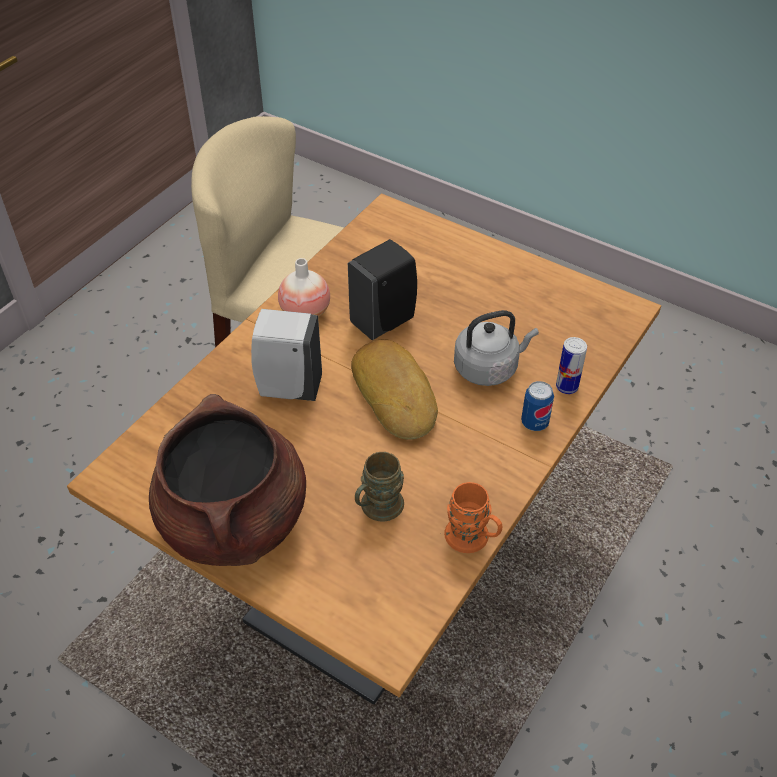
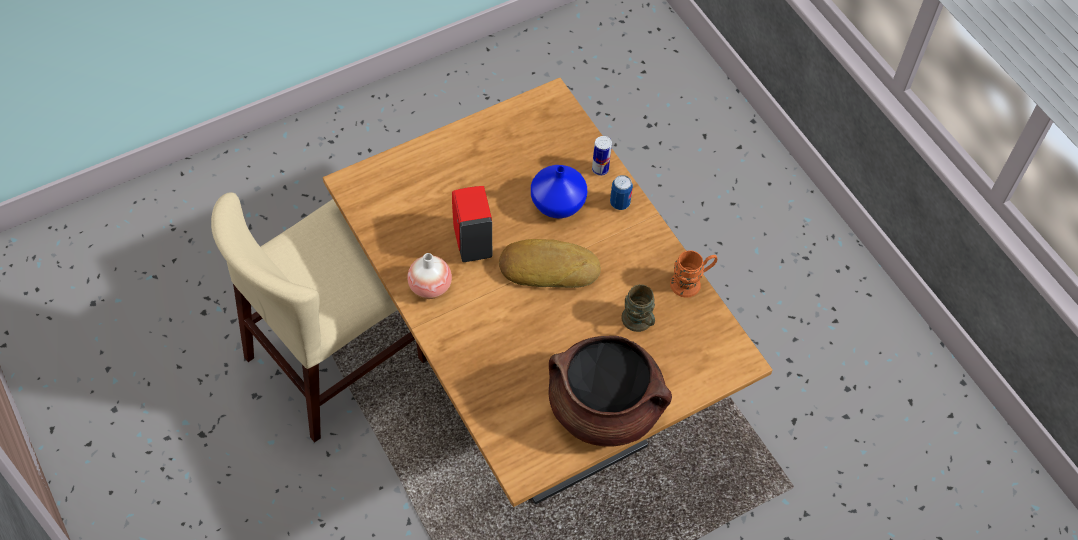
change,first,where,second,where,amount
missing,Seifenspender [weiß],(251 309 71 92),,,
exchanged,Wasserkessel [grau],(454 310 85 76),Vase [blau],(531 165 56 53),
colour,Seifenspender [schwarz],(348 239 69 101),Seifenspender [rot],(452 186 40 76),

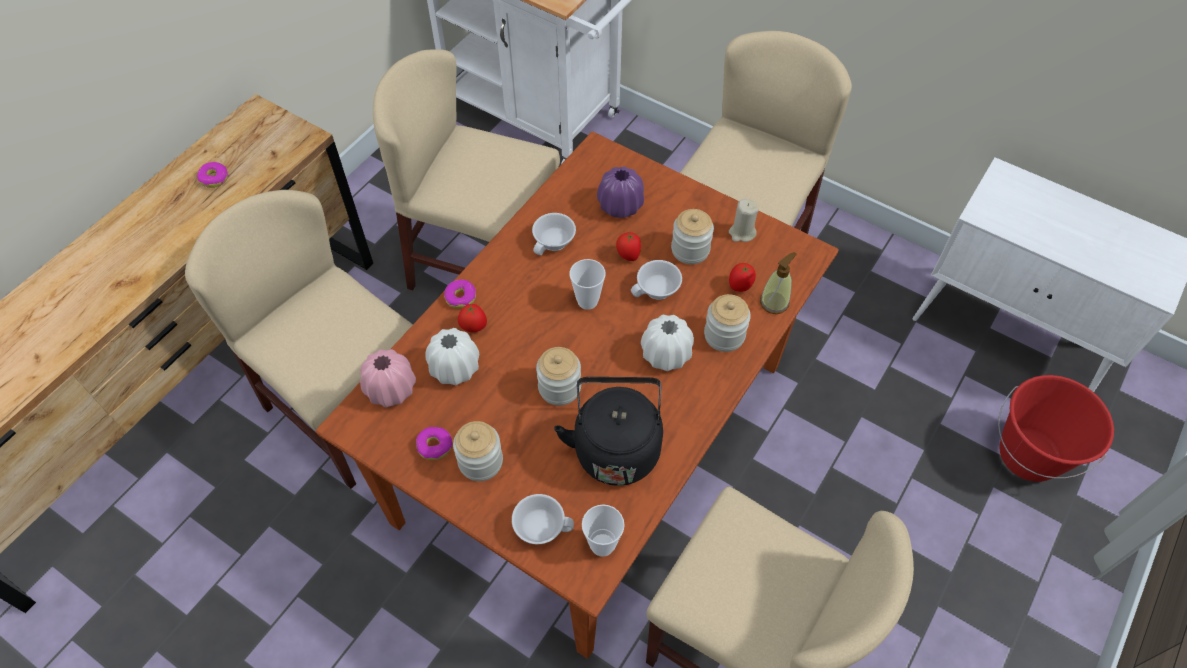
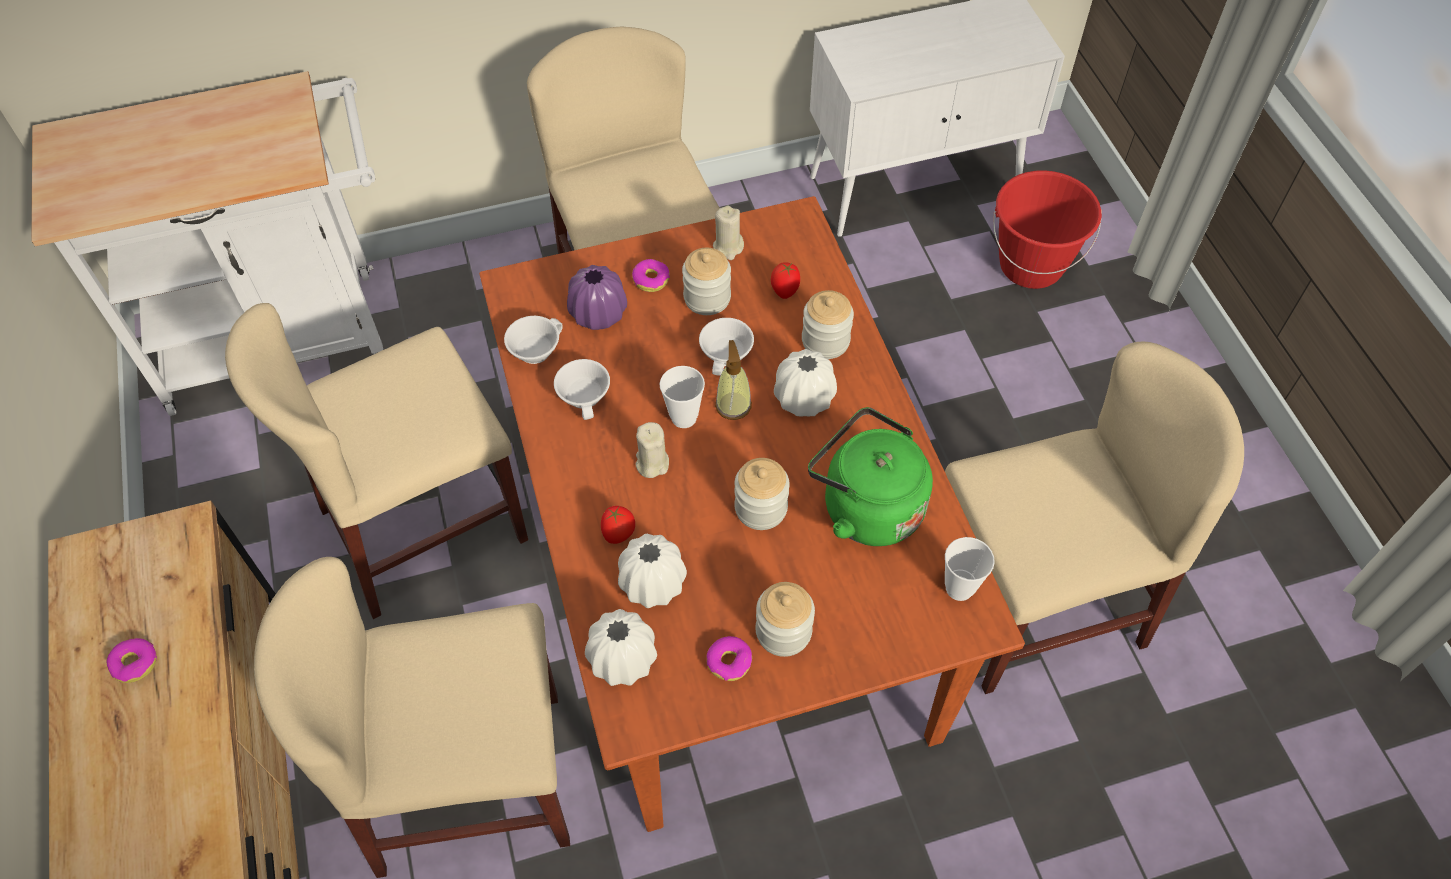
change,first,where,second,where,amount
missing,Tomate,(616 232 25 29),,,
appeared,,,Kerze [beige],(636 422 33 56),
relocated,Donut,(444 280 32 29),,(632 259 38 33),
relocated,Tasse [weiß],(512 494 62 50),,(504 316 59 48),
relocated,Seifenspender,(760 252 37 62),,(715 340 37 80),
colour,Vase [rosa],(360 349 56 58),Vase [weiß],(585 609 72 77),
colour,Wasserkessel [schwarz],(554 377 109 109),Wasserkessel [grün],(808 407 125 139),

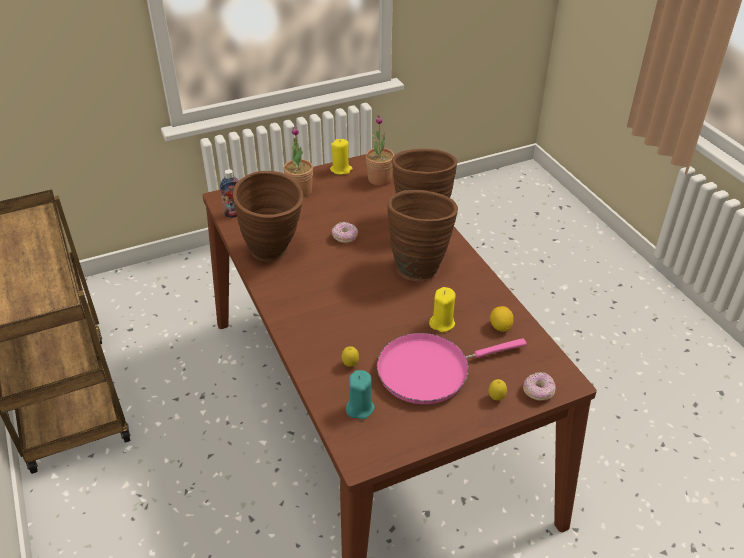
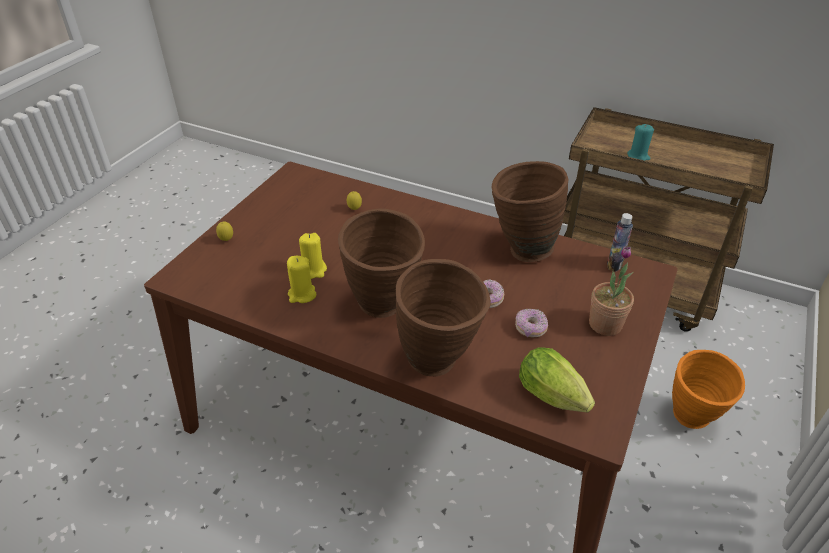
change,first,where,second,where,amount
missing,Pfanne [rosa],(377 333 150 71),,,
missing,Zitrone,(490 306 24 26),,,
appeared,,,Vase [orange],(672 350 73 79),
relocated,Kerze [gelb],(330 139 23 36),,(287 256 29 47),
relocated,Kerze [türkis],(346 370 28 49),,(627 124 27 37),
relocated,Donut,(523 372 33 28),,(515 309 33 29),
exchanged,Topfpflanze,(366 115 28 71),Salatkopf,(519 347 76 65),

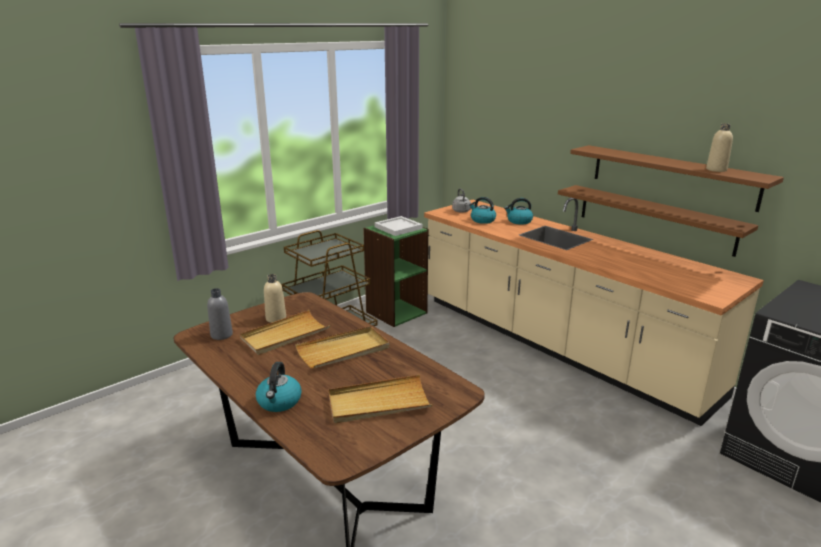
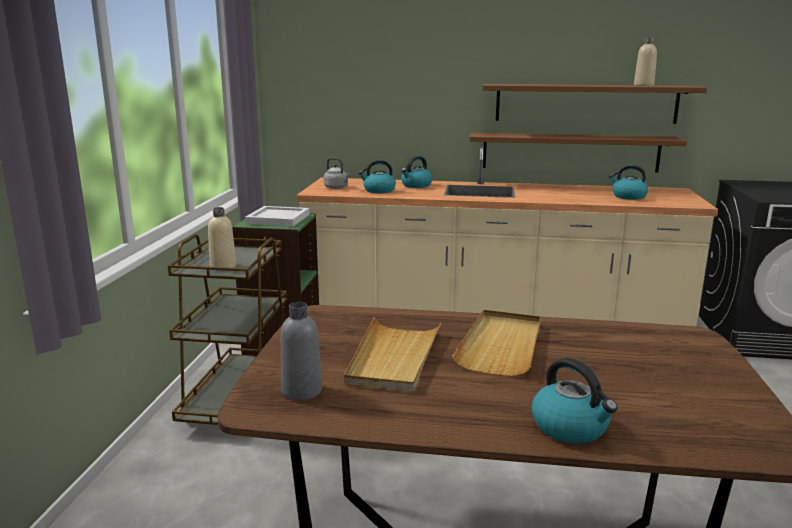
change,first,where,second,where,amount
missing,Tablett [beige],(329 374 104 49),,,
appeared,,,Wasserkessel,(609 165 39 35),
relocated,Flasche [beige],(264 274 22 49),,(208 207 28 61),

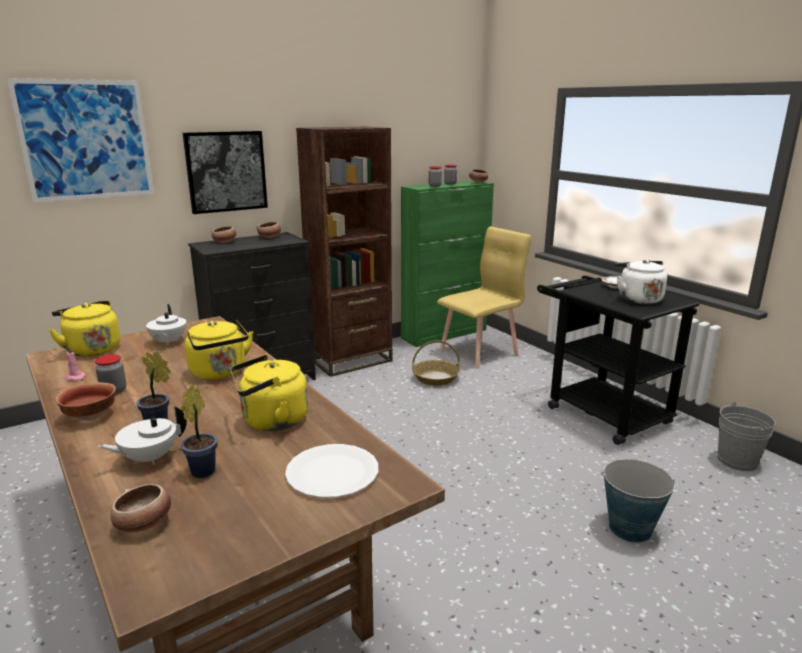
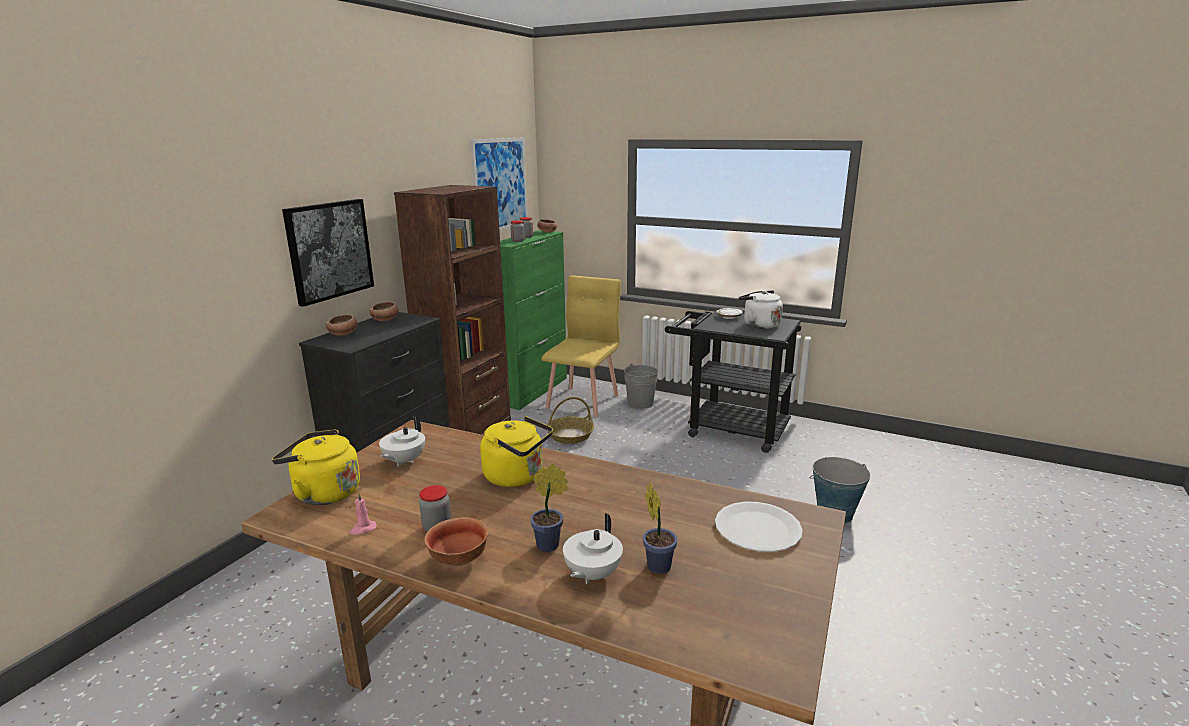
change,first,where,second,where,amount
missing,Schüssel,(111 484 60 49),,,
missing,Wasserkessel [gelb],(230 355 78 76),,,
relocated,Bild,(7 78 147 125),,(471 137 57 94),
relocated,Eimer [grau],(717 402 59 69),,(624 363 34 46),
spun,Teekanne [weiß],(146 304 40 42),,(379 416 46 51),60 degrees clockwise

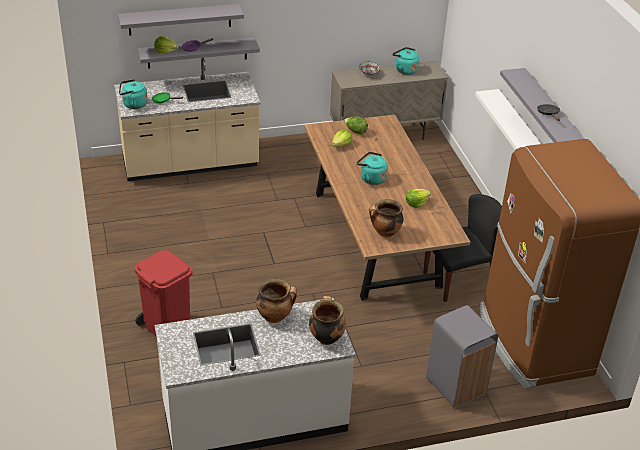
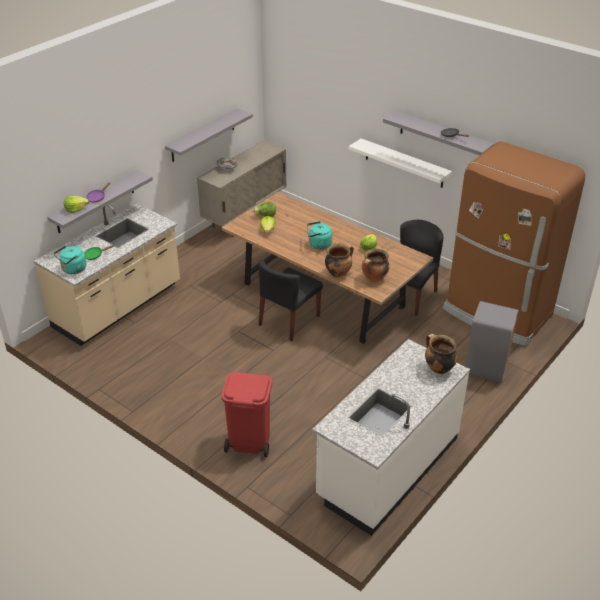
change,first,where,second,where,amount
missing,Wasserkessel [türkis],(392 47 27 28),,,
appeared,,,Stuhl [schwarz],(259 259 64 82),
relocated,Wandregal [grau],(118 4 126 32),,(165 108 88 54),
relocated,Kochtopf,(256 279 41 44),,(325 243 29 35),

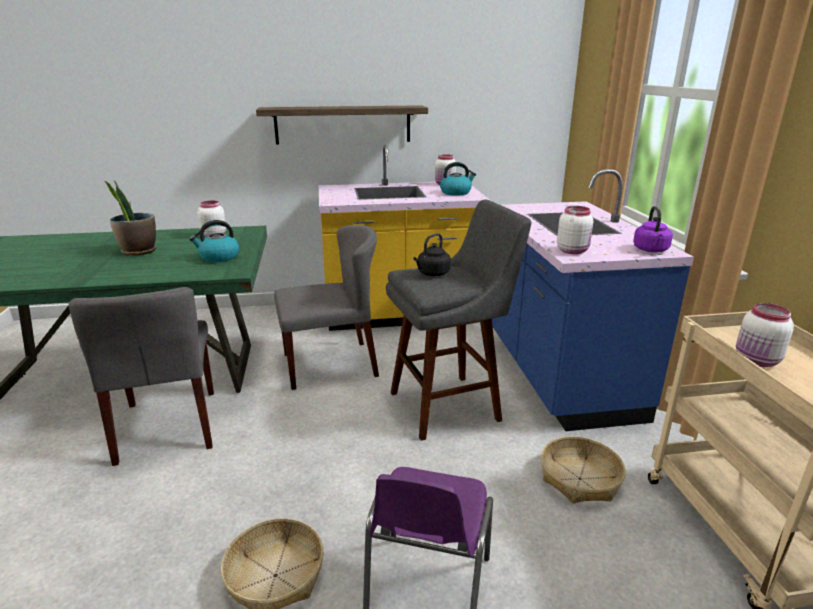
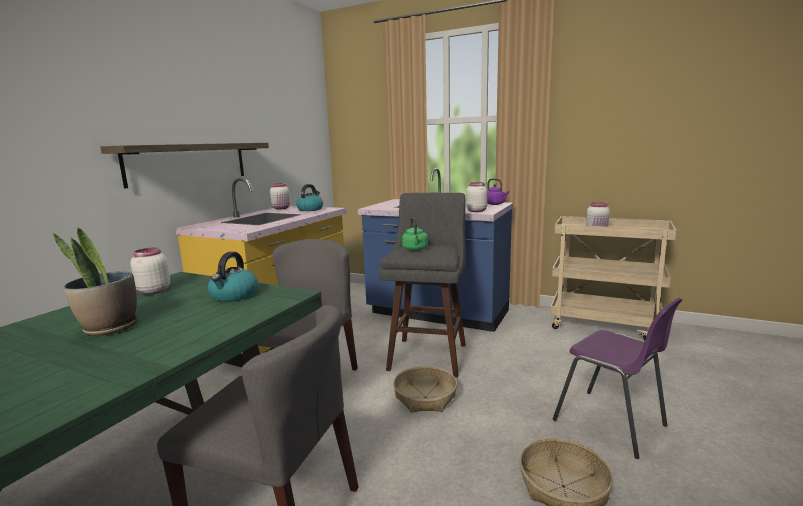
change,first,where,second,where,amount
relocated,Korb,(541 436 85 67),,(393 366 64 47),
colour,Wasserkessel [schwarz],(413 233 38 43),Wasserkessel [grün],(402 217 26 34),

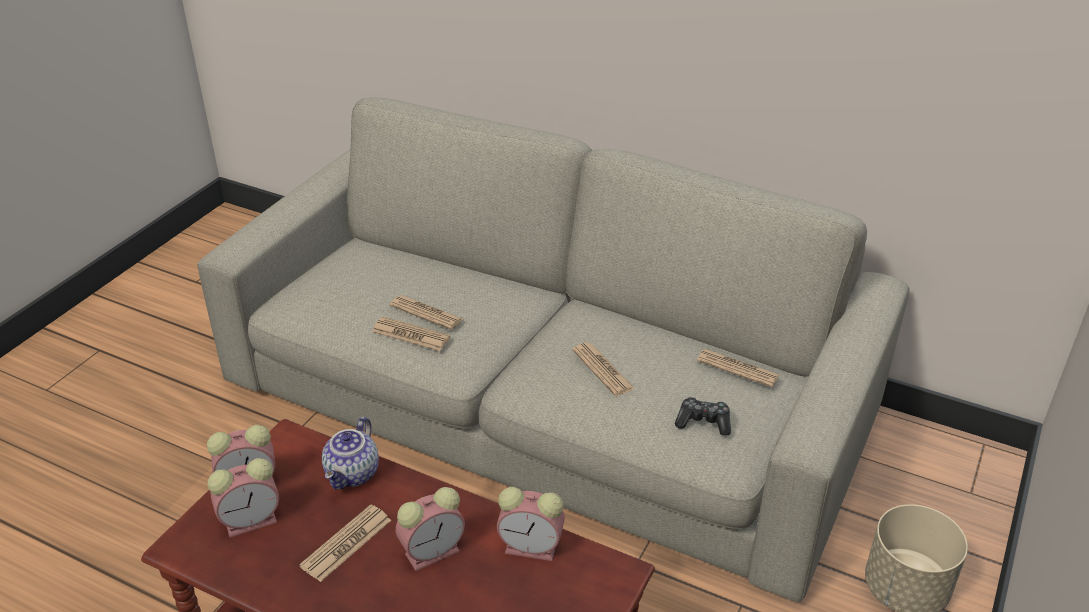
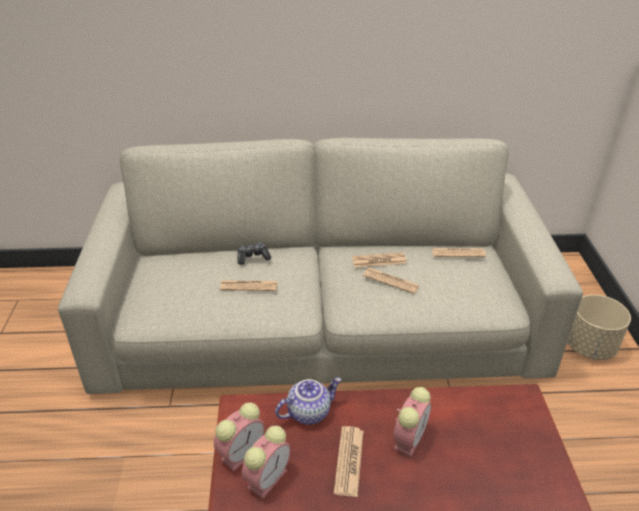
change,first,where,second,where,amount
missing,Wecker,(497 487 68 74),,,
relocated,Zeitung,(372 316 79 35),,(352 252 55 15),
relocated,Gamepad,(675 397 56 39),,(237 242 34 23),
spun,Teekanne,(322 417 57 72),,(275 377 67 48),105 degrees counterclockwise

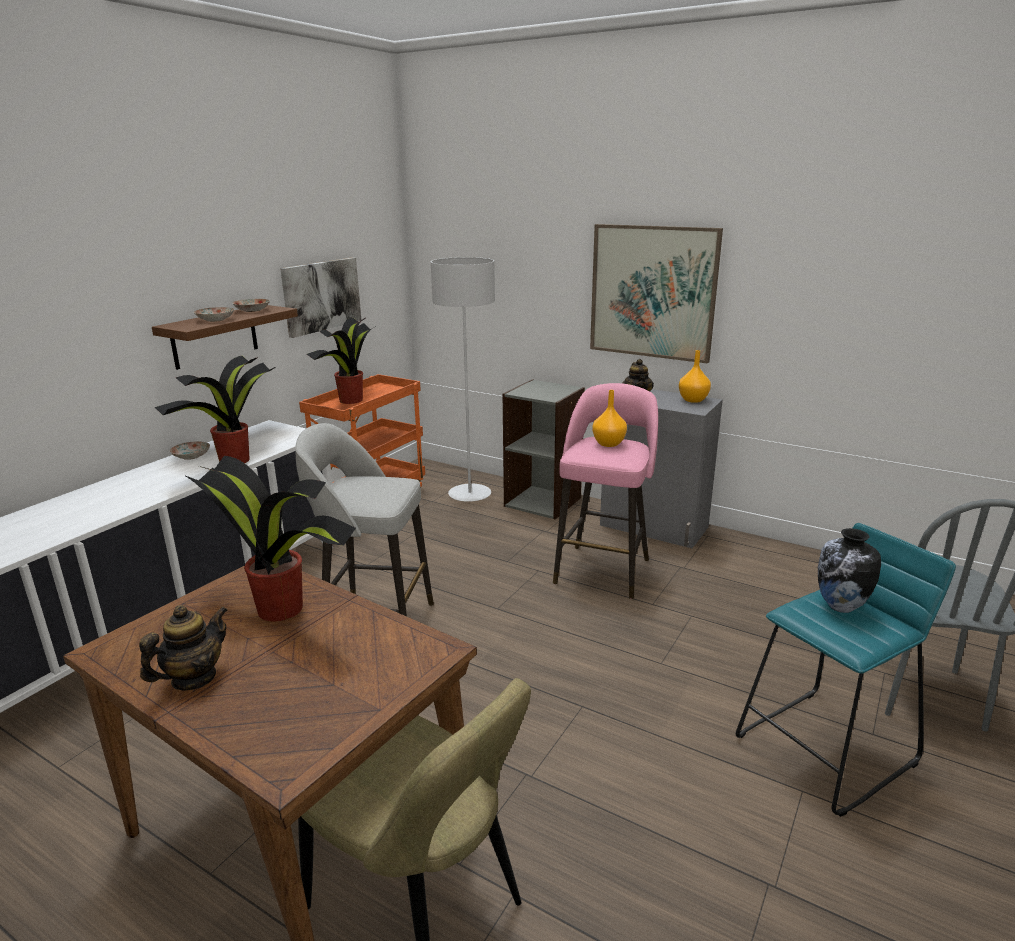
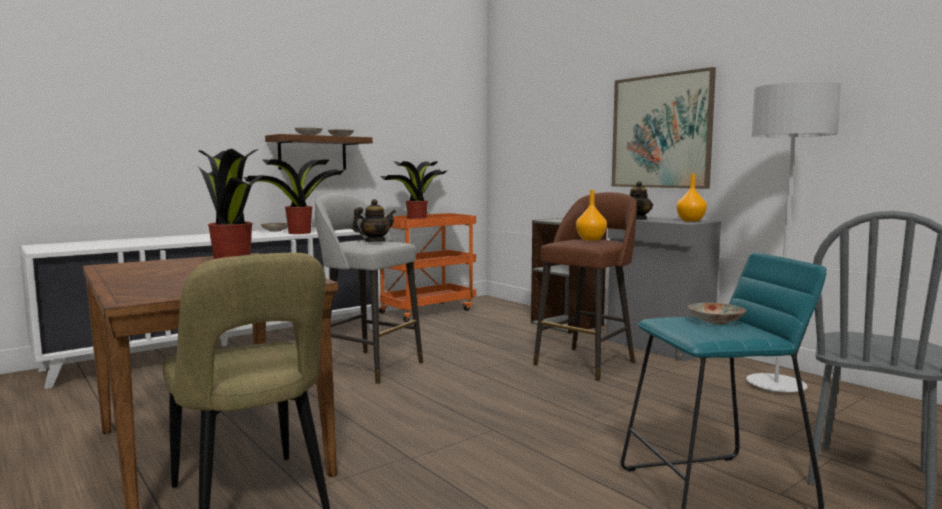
change,first,where,second,where,amount
missing,Bild,(280 257 81 81),,,
relocated,Teekanne,(139 605 89 86),,(352 199 44 43),
relocated,Stehlampe [grau],(431 257 64 245),,(746 81 95 312),
exchanged,Vase,(818 528 63 85),Teller,(688 303 58 21),
colour,Hocker [rosa],(553 383 105 216),Hocker [braun],(533 192 104 189),

